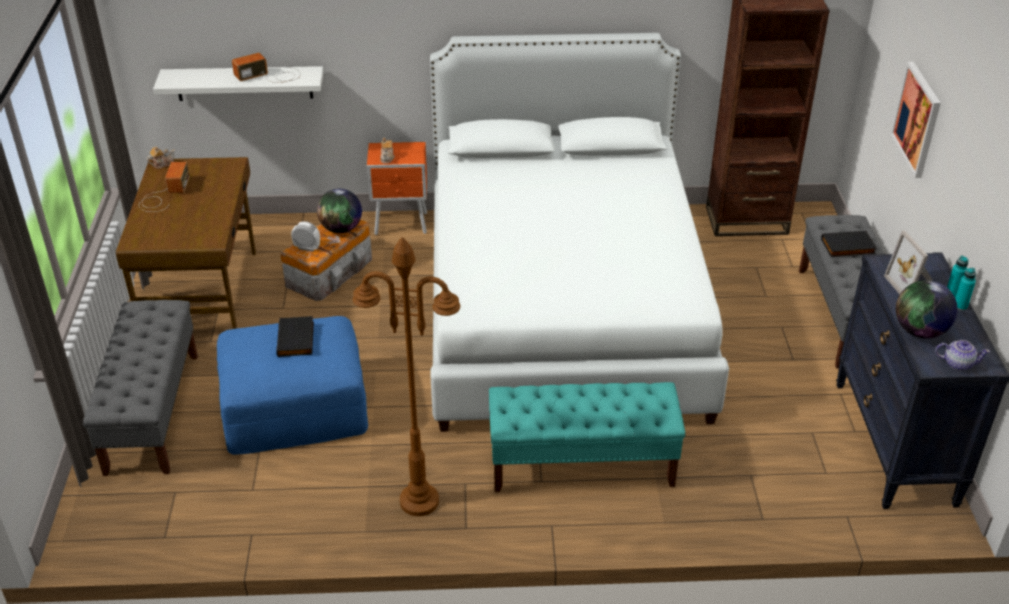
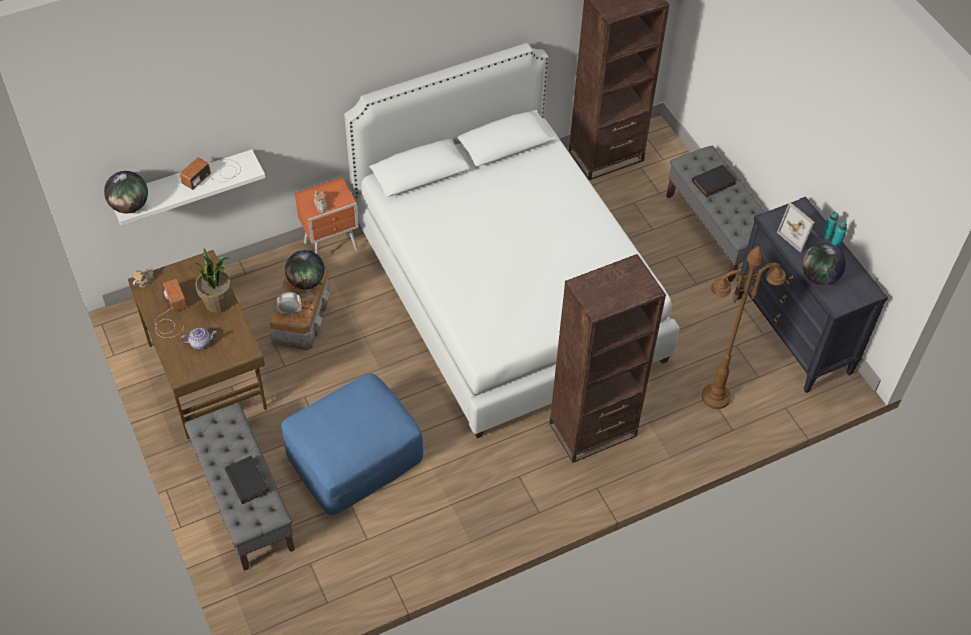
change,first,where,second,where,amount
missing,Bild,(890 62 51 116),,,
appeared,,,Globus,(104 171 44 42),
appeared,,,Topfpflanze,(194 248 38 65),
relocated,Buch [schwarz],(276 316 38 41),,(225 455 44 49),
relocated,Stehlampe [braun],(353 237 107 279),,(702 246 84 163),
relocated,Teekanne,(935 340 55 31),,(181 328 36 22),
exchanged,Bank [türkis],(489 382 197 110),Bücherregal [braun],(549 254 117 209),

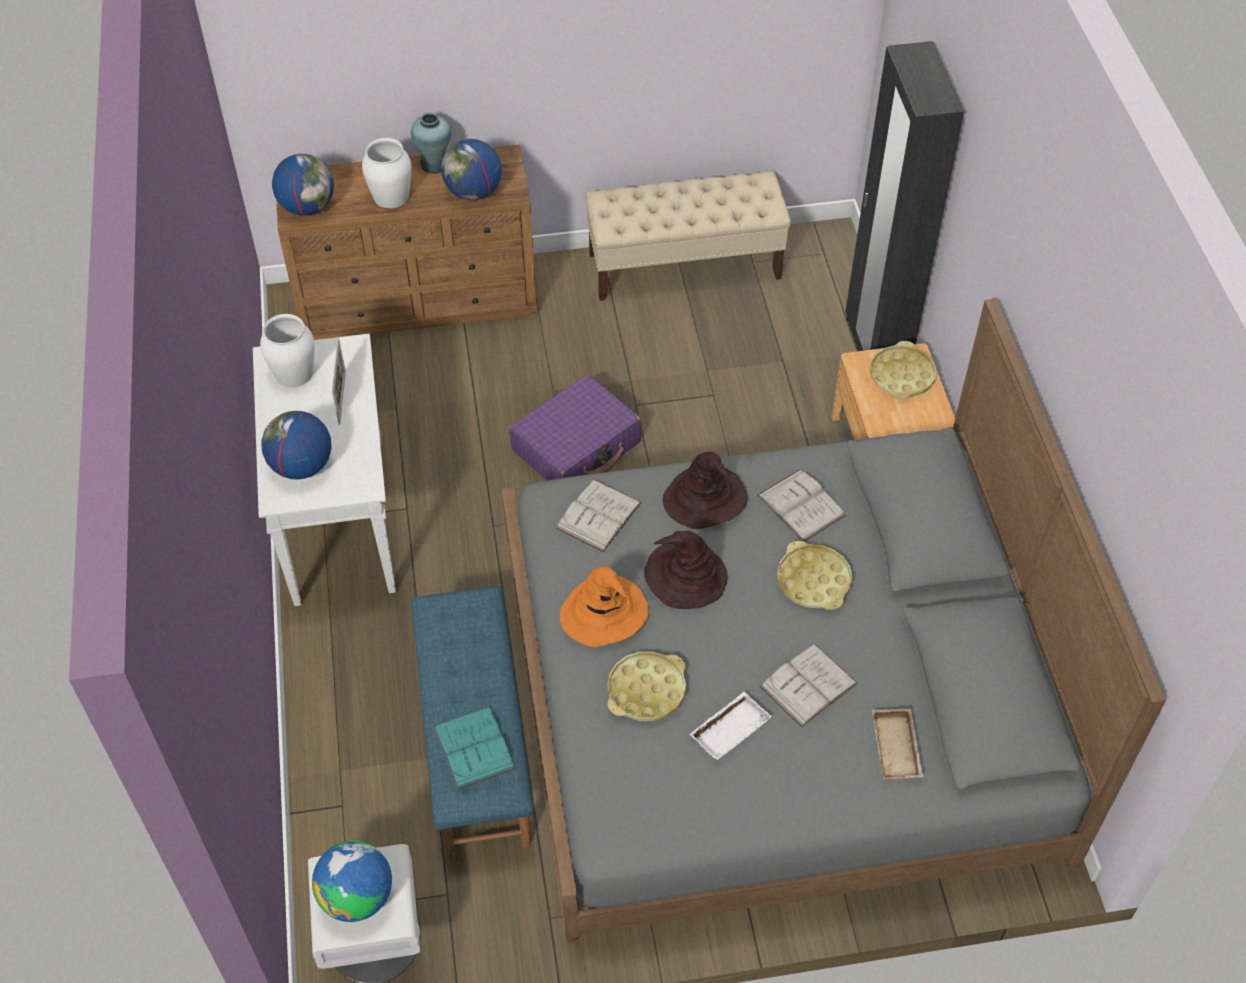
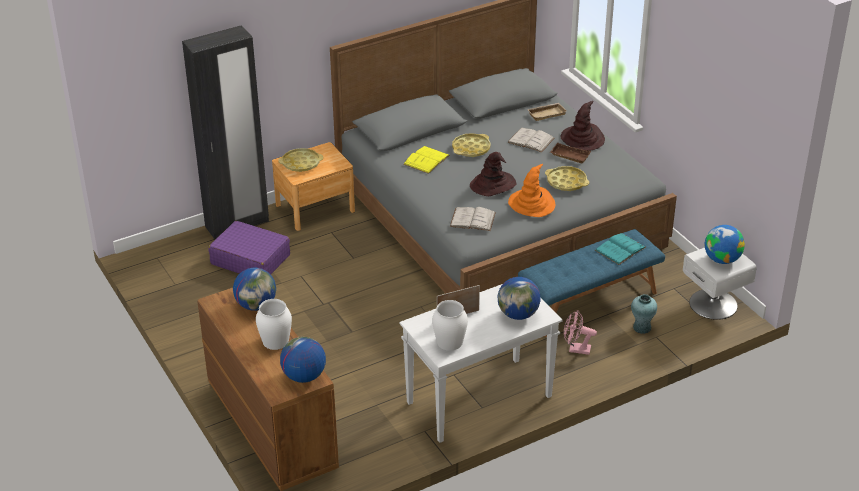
change,first,where,second,where,amount
missing,Bank [beige],(585 172 206 129),,,
appeared,,,Ventilator [rosa],(564 310 33 45),
relocated,Vase [türkis],(411 113 40 61),,(631 294 26 40),
relocated,Koffer [lila],(509 375 133 105),,(208 221 82 53),
relocated,Hut [braun],(663 451 85 78),,(560 101 45 49),
colour,Tablett [weiß],(690 692 82 68),Tablett [braun],(550 143 41 20),
colour,Buch [weiß],(757 469 90 73),Buch [gelb],(403 146 47 28),

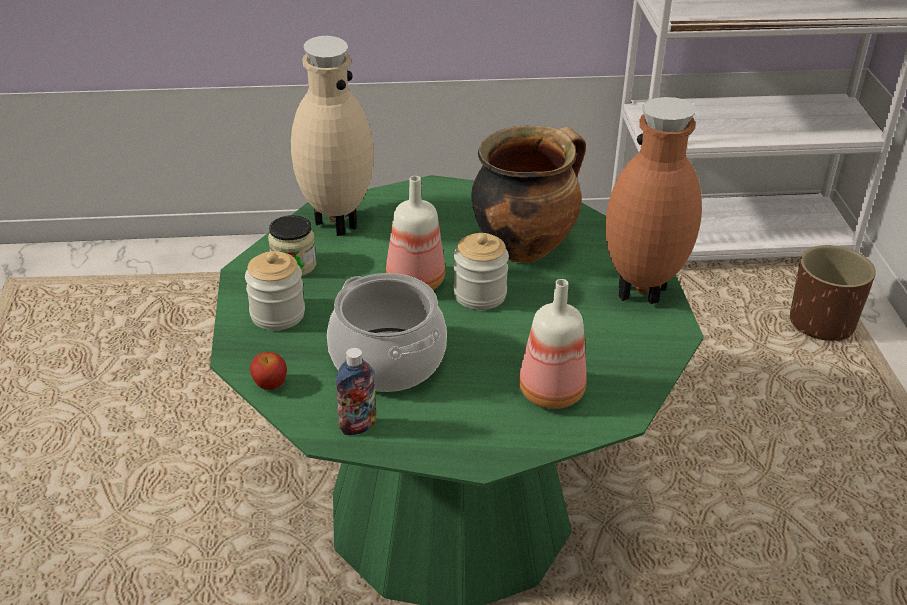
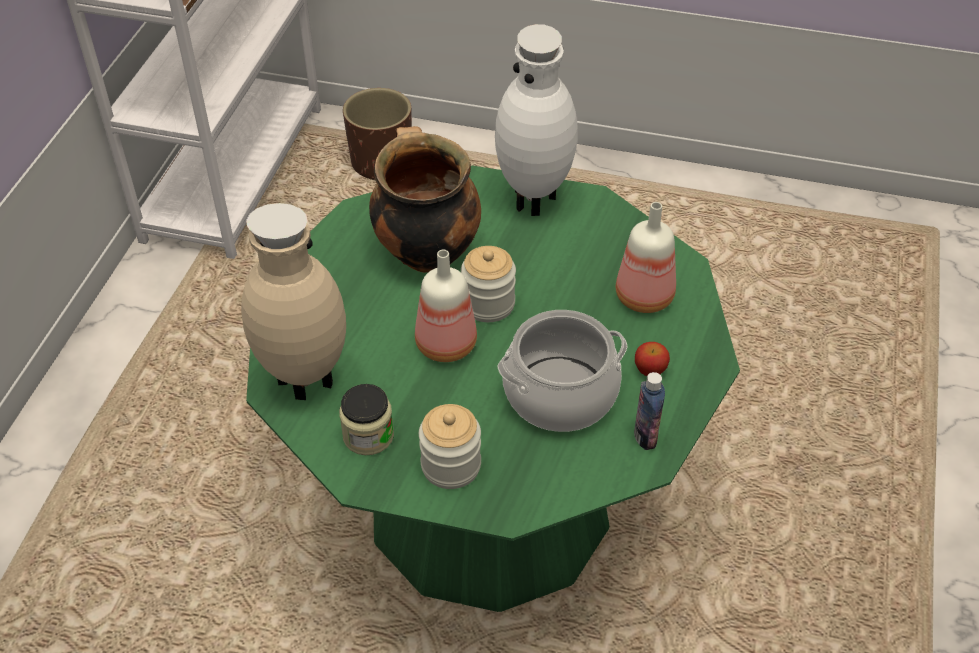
change,first,where,second,where,amount
relocated,Apfel,(250 352 37 38),,(635 342 35 34),
colour,Vase [braun],(606 97 96 207),Vase [weiß],(495 24 82 192),

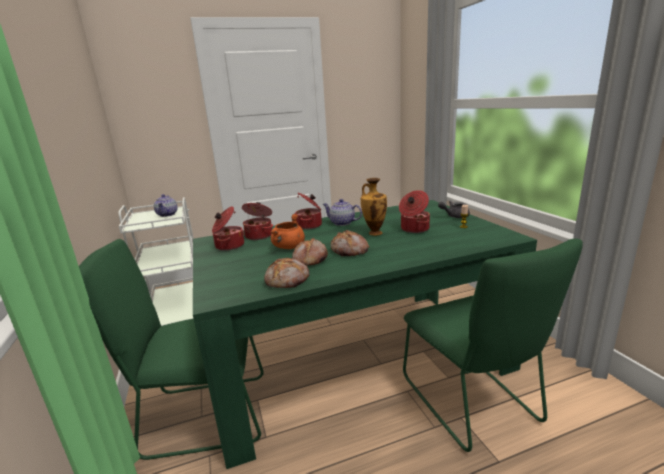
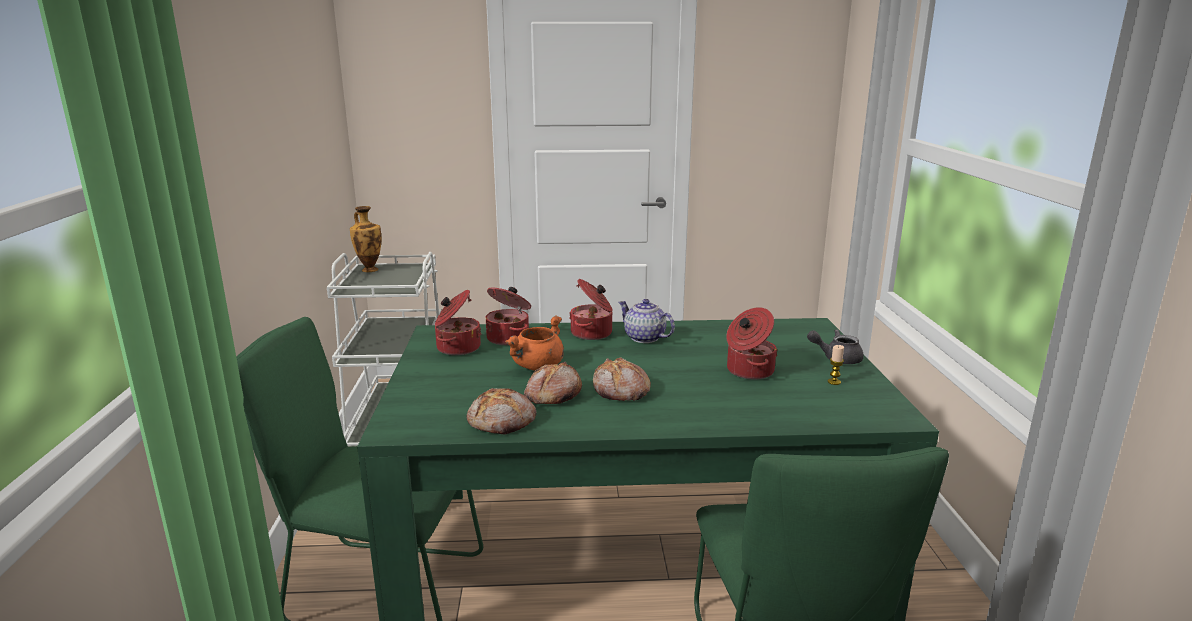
change,first,where,second,where,amount
missing,Teekanne,(154 194 24 23),,,
relocated,Vase,(361 178 26 58),,(350 206 31 66),

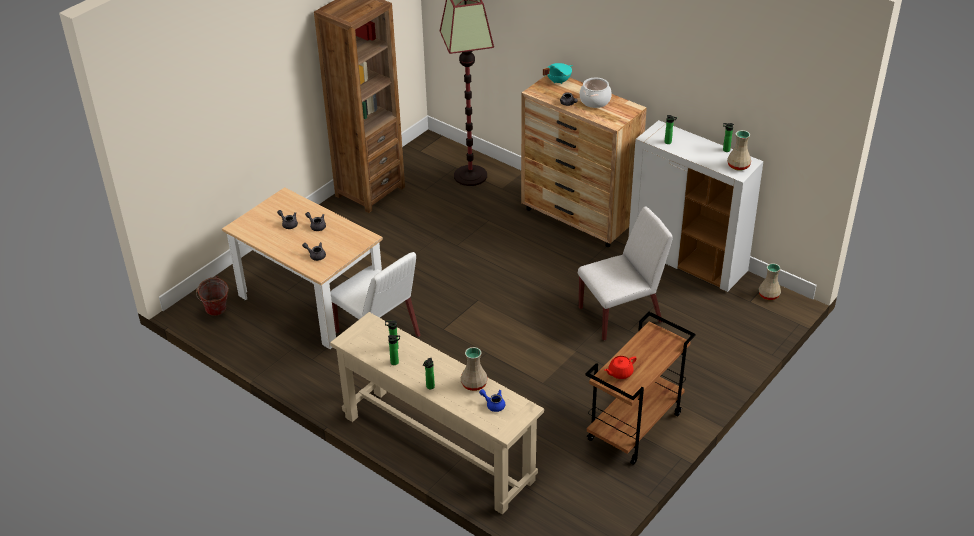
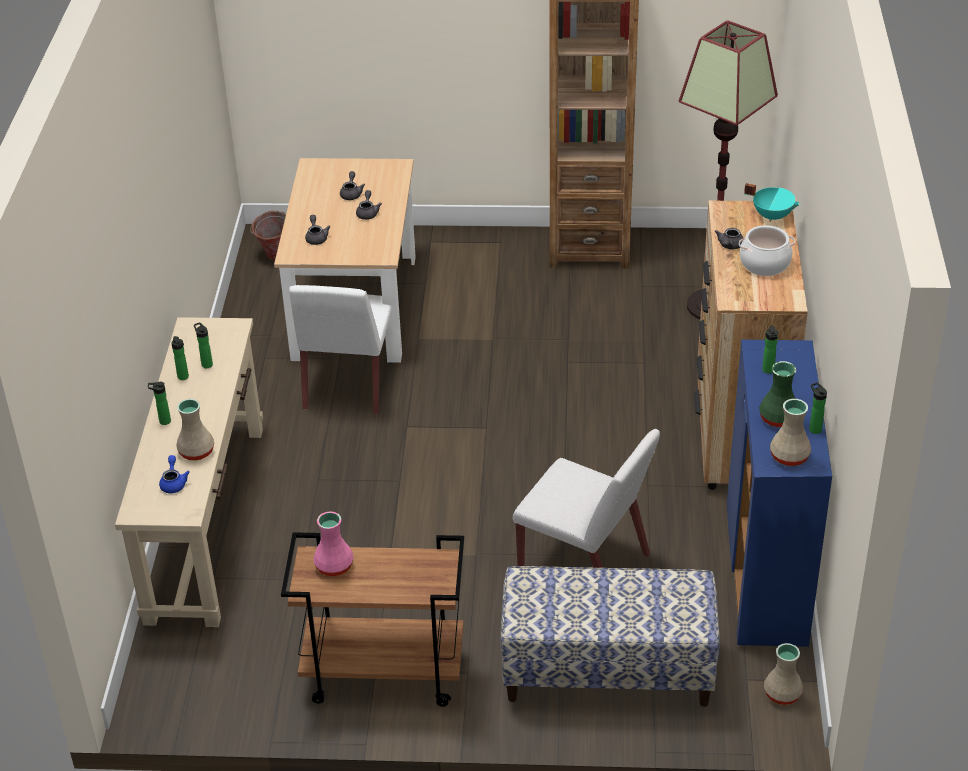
change,first,where,second,where,amount
appeared,,,Bank,(500 566 220 141),
appeared,,,Vase [grün],(759 361 37 66),
exchanged,Teekanne [rot],(604 356 33 23),Vase [rosa],(313 511 41 65),
colour,Schrank [weiß],(628 120 135 172),Schrank [blau],(727 340 105 307),

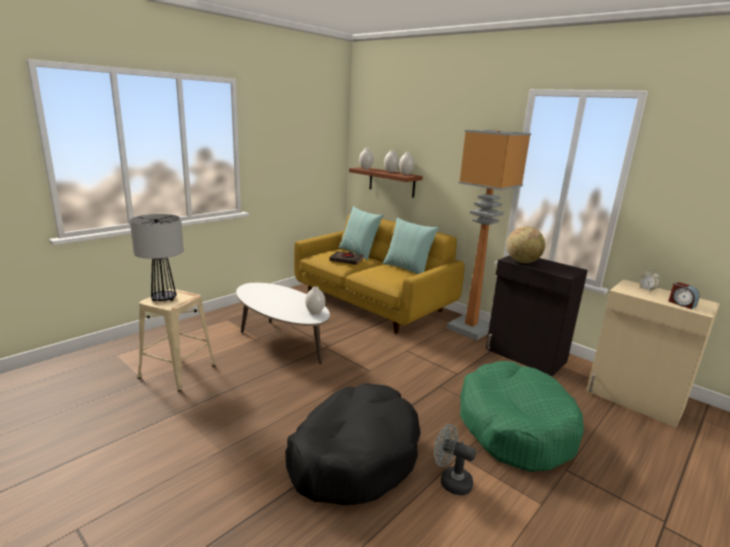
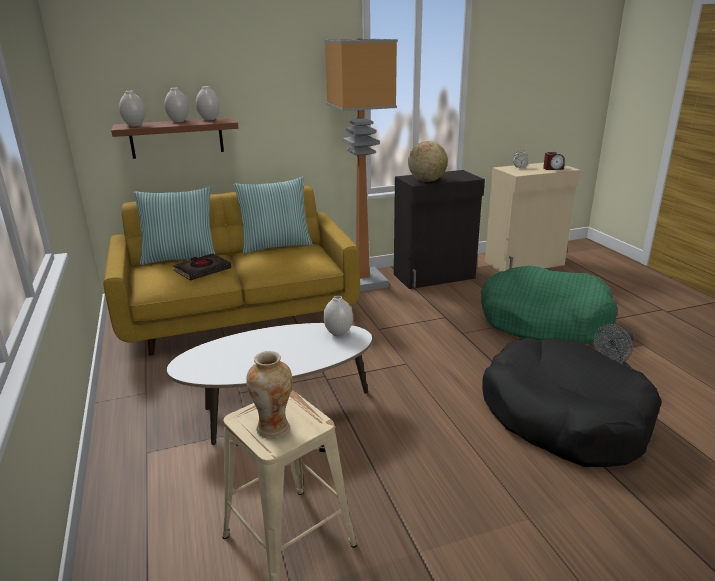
change,first,where,second,where,amount
exchanged,Tischlampe,(130 214 54 87),Vase,(246 351 46 88),

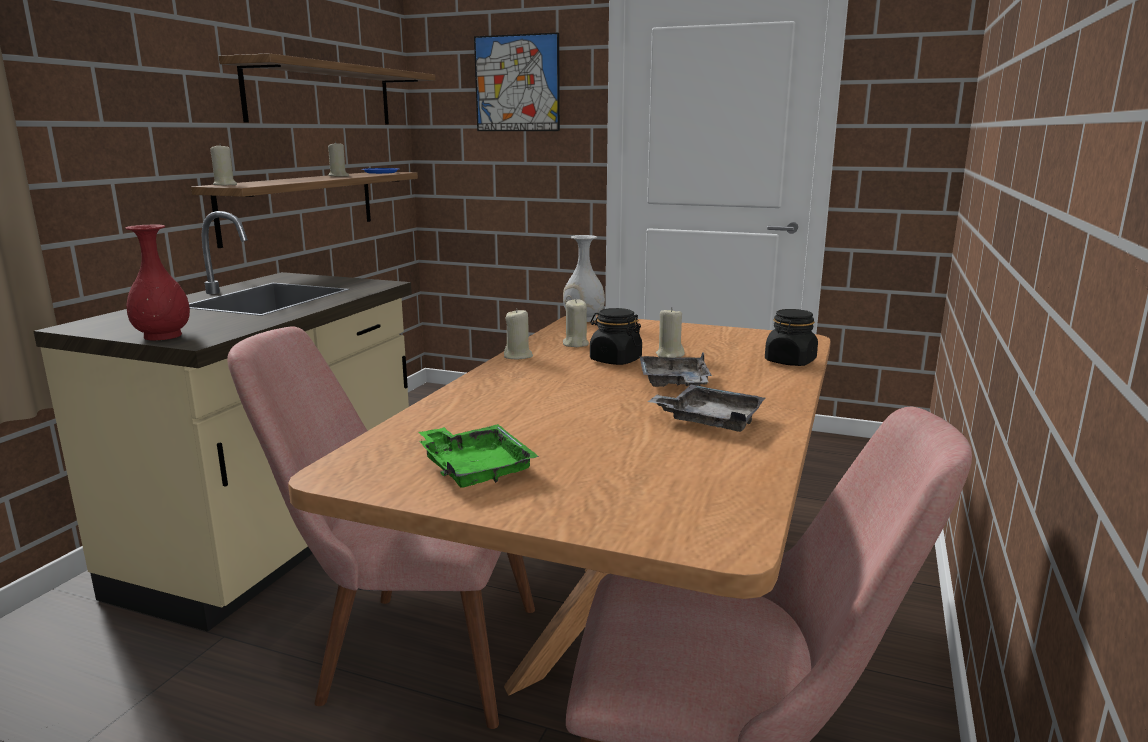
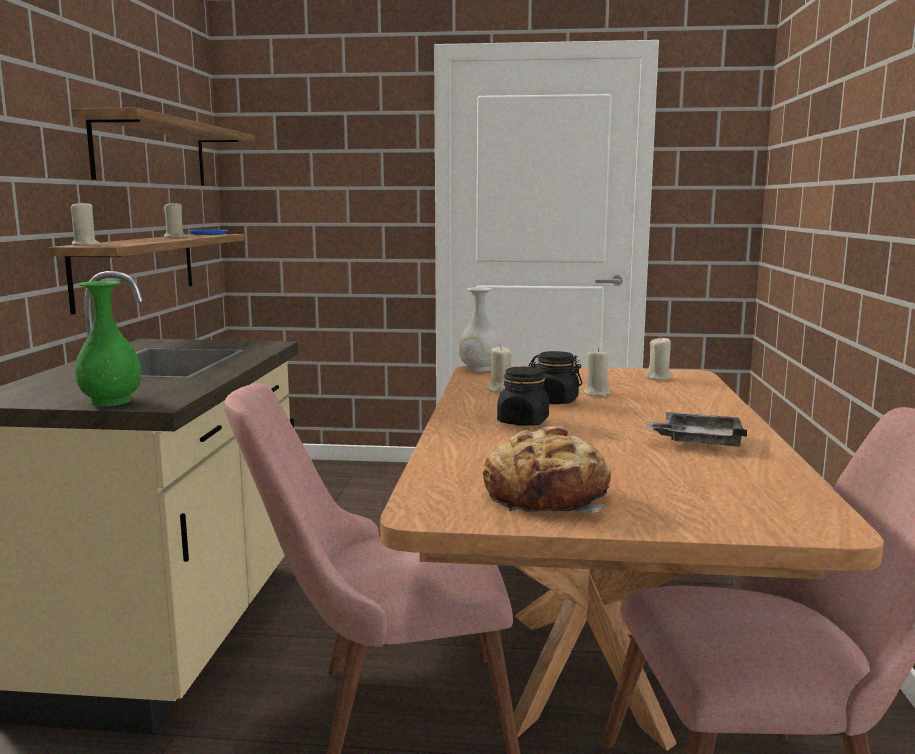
change,first,where,second,where,amount
missing,Bild,(474 32 86 99),,,
missing,Tablett [grau],(639 352 73 35),,,
relocated,Kerze [beige],(504 308 29 52),,(645 336 27 44),
relocated,Vorratsglas [schwarz],(765 309 53 57),,(497 367 52 59),
exchanged,Tablett [grün],(419 424 120 63),Brot,(483 426 128 87),
colour,Vase [rot],(125 225 65 116),Vase [grün],(75 281 67 125),

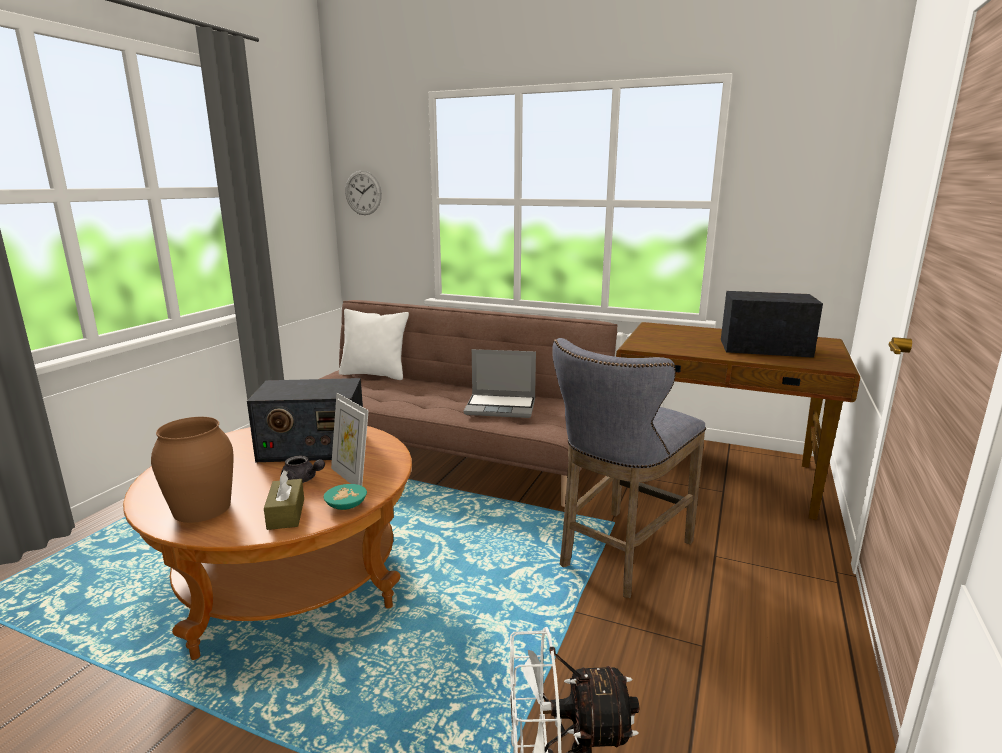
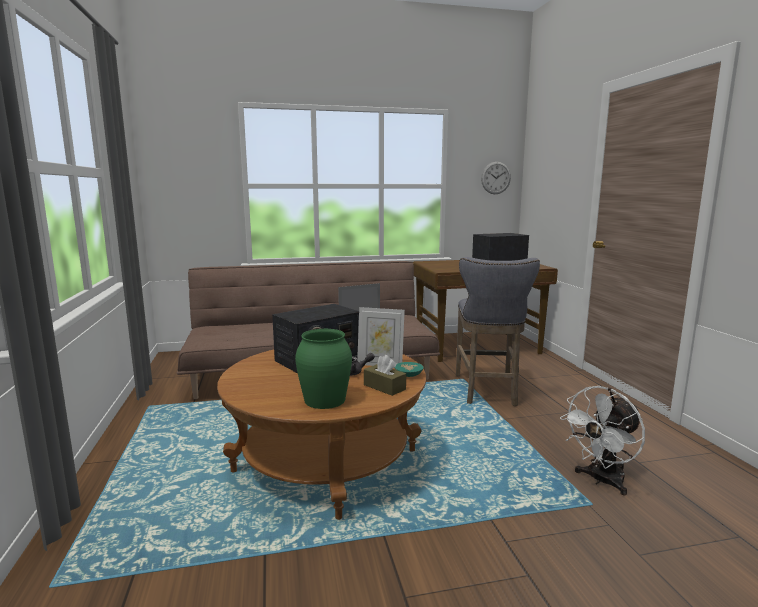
change,first,where,second,where,amount
missing,Kissen [weiß],(339 309 70 71),,,
relocated,Wanduhr,(345 171 37 44),,(481 162 30 32),
colour,Vase [braun],(151 417 82 106),Vase [grün],(295 329 57 80),

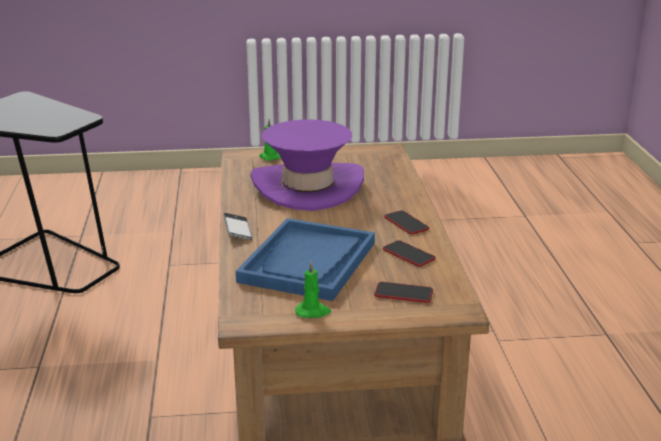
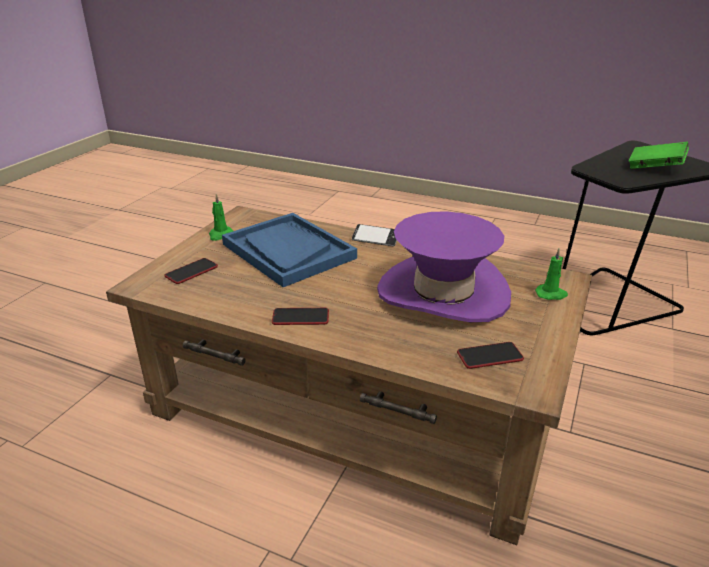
change,first,where,second,where,amount
appeared,,,Buch [grün],(629 141 60 28),
relocated,Handy,(383 240 53 27),,(457 342 67 27),

